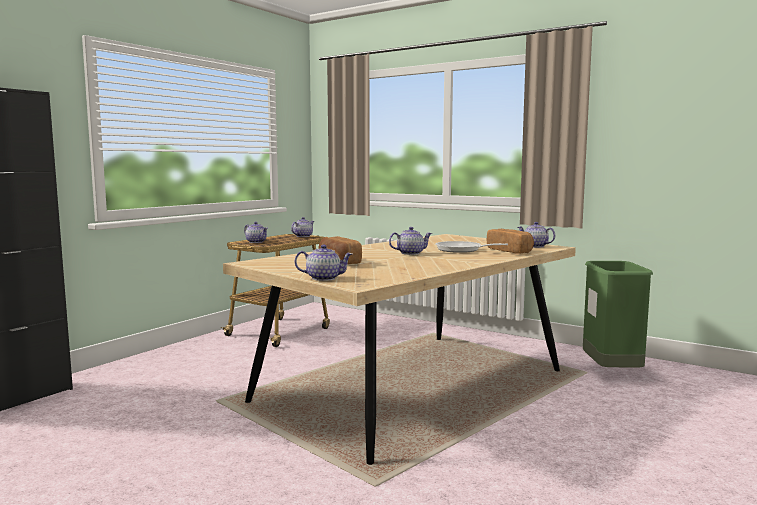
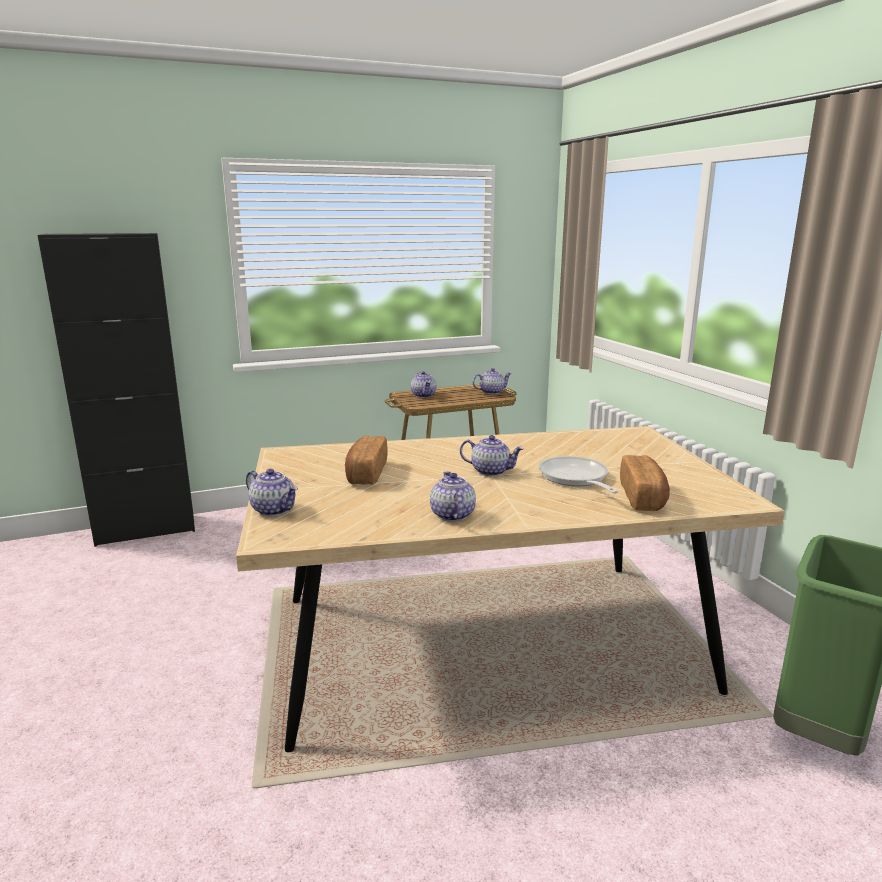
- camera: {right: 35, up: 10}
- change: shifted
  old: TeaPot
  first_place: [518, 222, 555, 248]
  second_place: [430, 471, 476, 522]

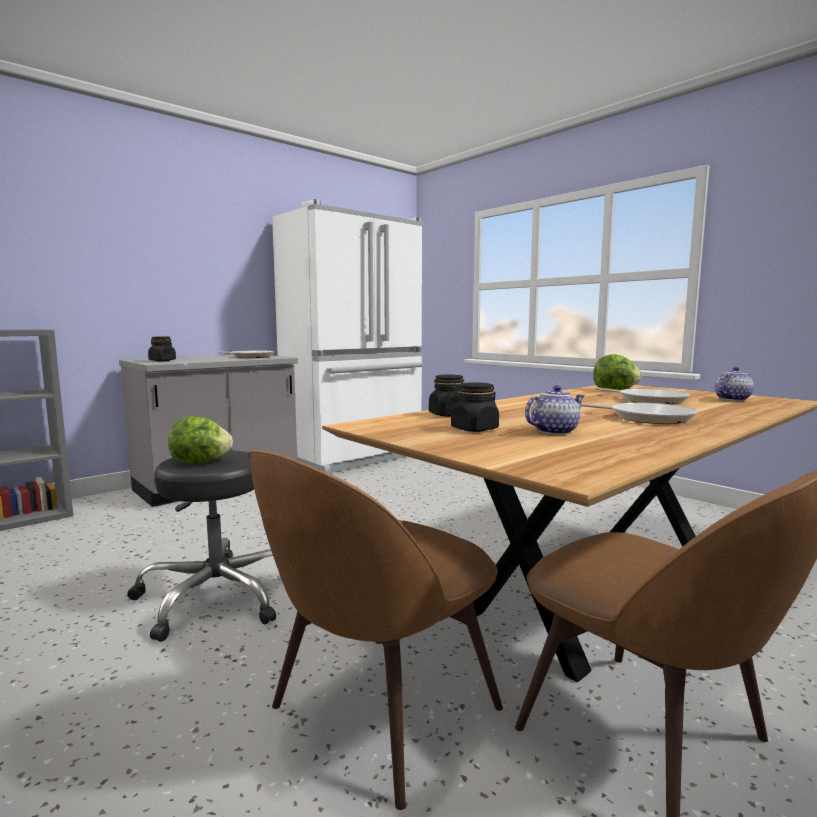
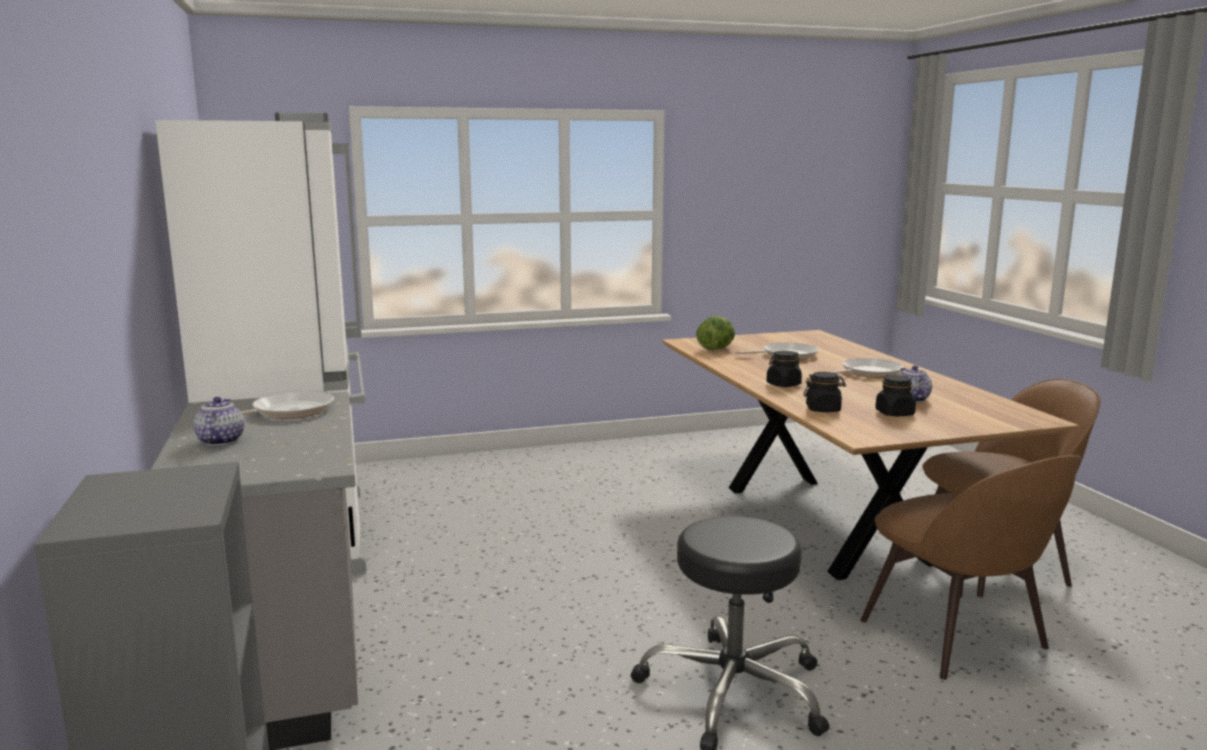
- camera: {right: -65, up: 5}
- change: shifted
  old: TeaPot
  first_place: [715, 367, 754, 401]
  second_place: [194, 397, 244, 446]
- change: shifted
  old: BlackishStorageJar
  first_place: [148, 336, 176, 361]
  second_place: [766, 351, 802, 387]
- change: gone
  old: Lettuce
  first_place: [168, 416, 233, 463]

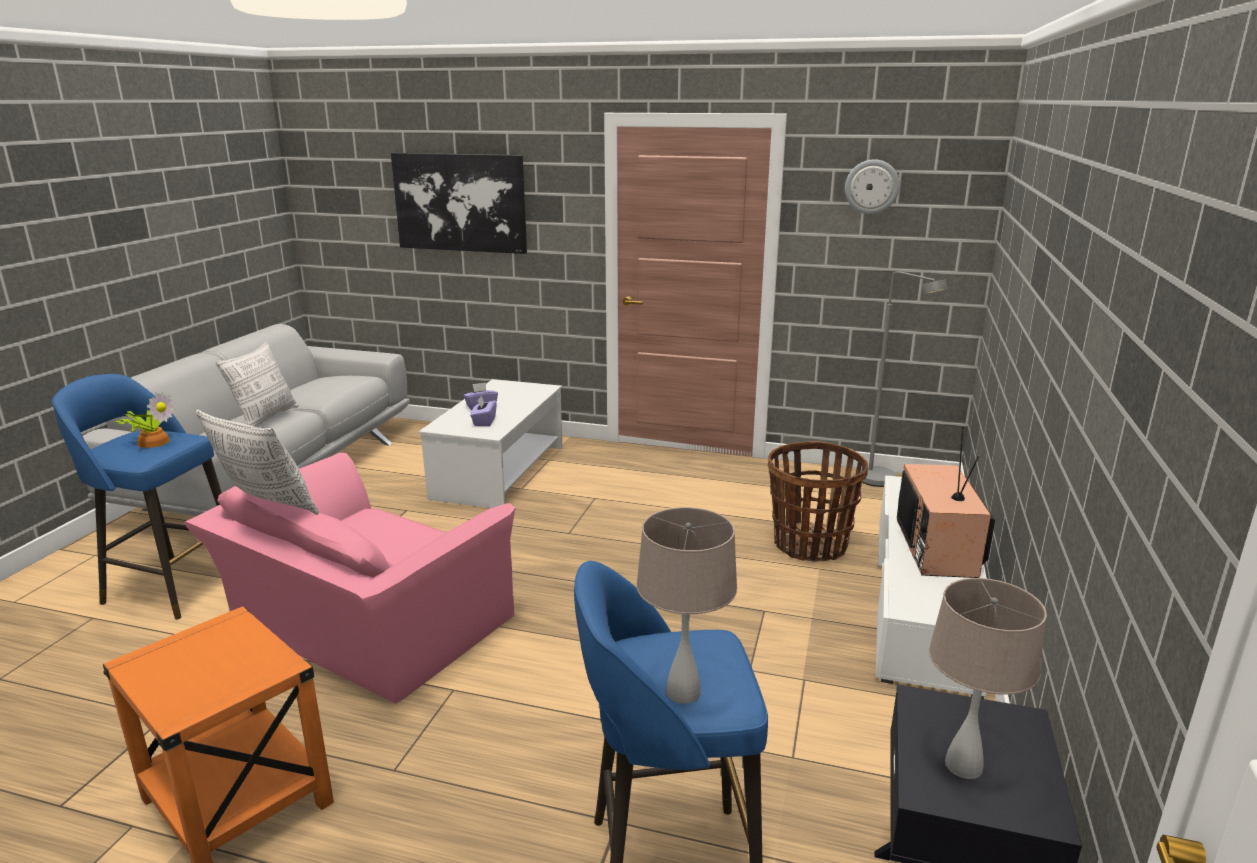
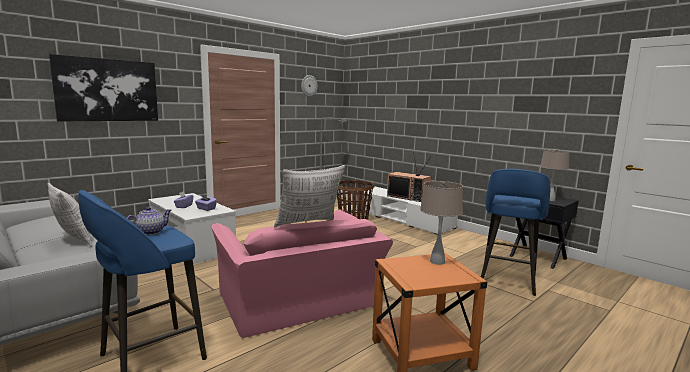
- camera: {right: -60, up: -10}
- change: swapped
  old: Houseplant
  new: TeaPot
  first_place: [114, 392, 175, 448]
  second_place: [127, 207, 171, 235]
- change: shifted
  old: SandColouredTabletopLamp
  first_place: [636, 507, 737, 704]
  second_place: [420, 181, 463, 265]

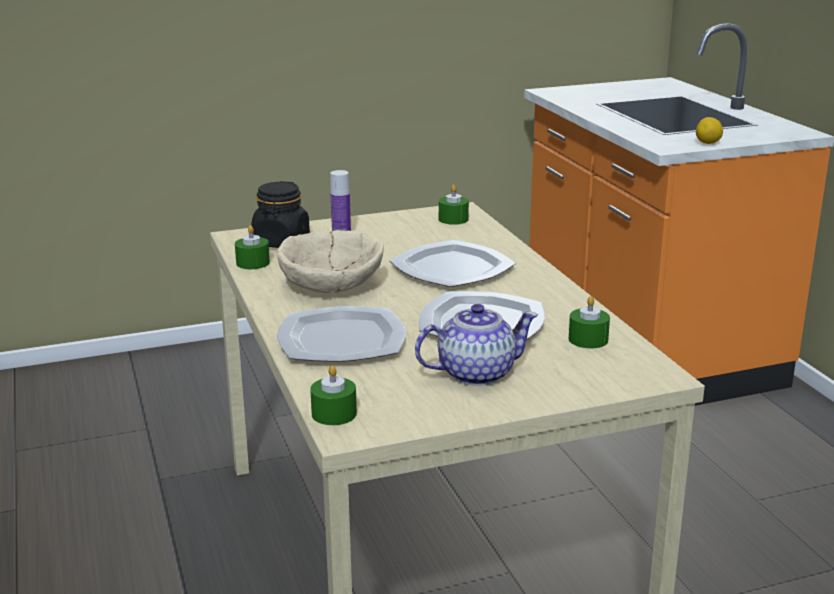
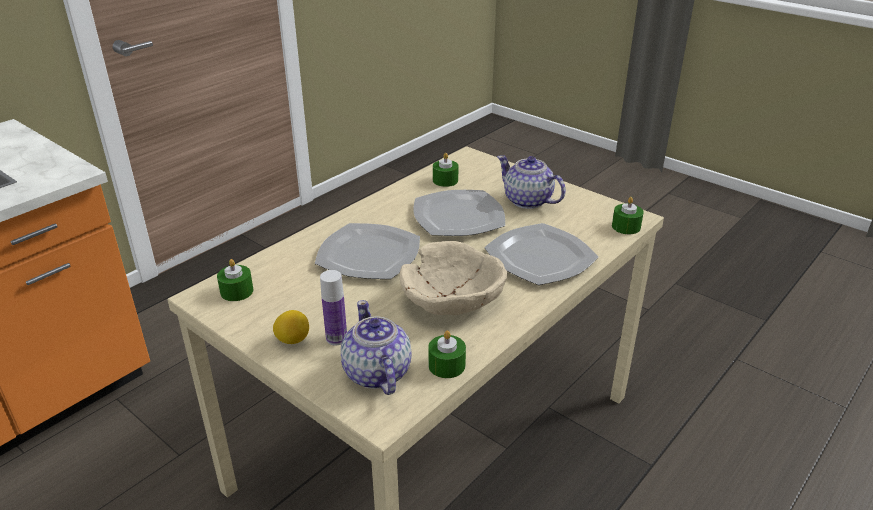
- camera: {right: -120, up: 10}
- change: shifted
  old: WholeLemon
  first_place: [696, 117, 723, 144]
  second_place: [273, 310, 309, 344]
- change: swapped
  old: BlackishStorageJar
  new: TeaPot
  first_place: [251, 181, 310, 248]
  second_place: [341, 300, 412, 395]

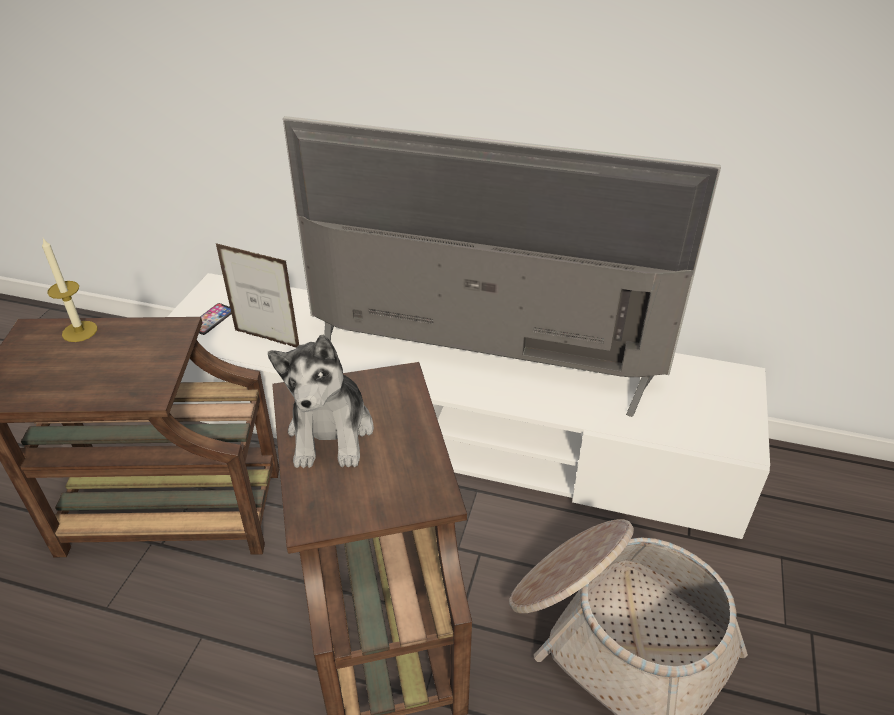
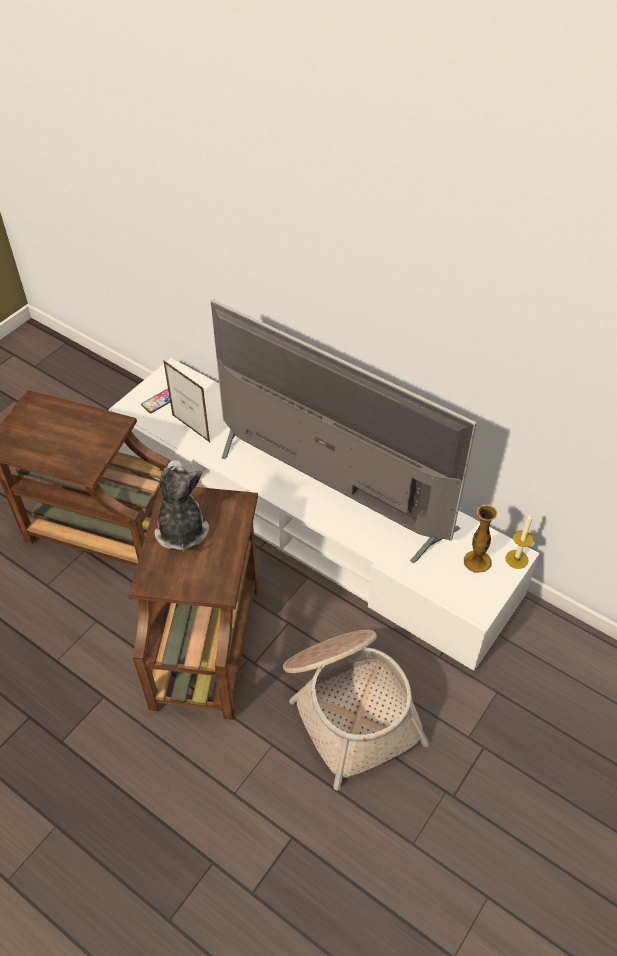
- camera: {right: 20, up: 10}
- change: rotated
  old: SoftToy
  first_place: [268, 334, 374, 468]
  second_place: [154, 460, 209, 551]
  degrees: 150
- change: new
  new: FlowerVase
  second_place: [464, 504, 497, 573]
- change: shifted
  old: WaxLight
  first_place: [42, 238, 98, 342]
  second_place: [505, 514, 534, 569]

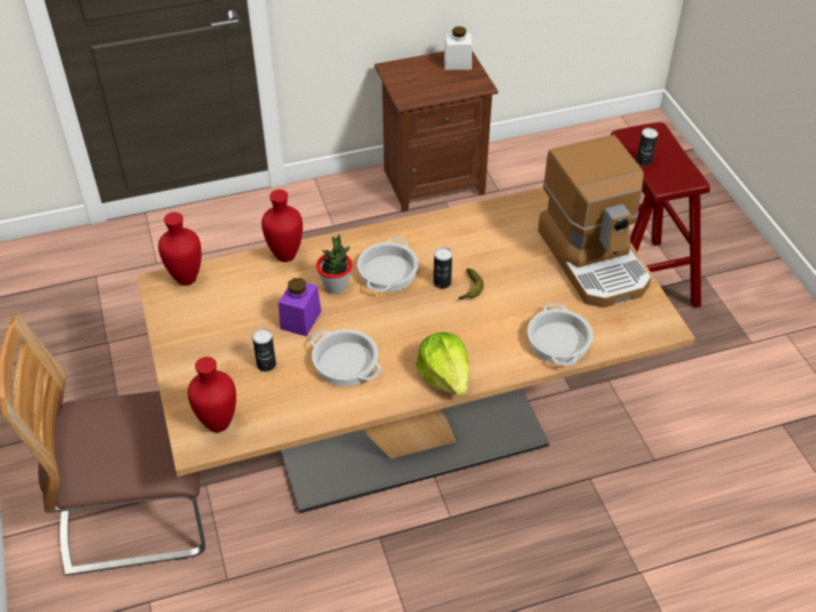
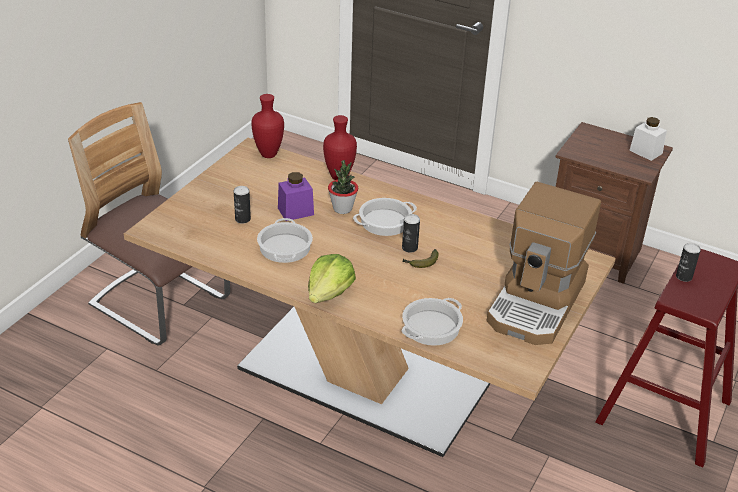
- camera: {right: 45, up: -10}
- change: gone
  old: RedFlowerVase
  first_place: [188, 357, 236, 432]

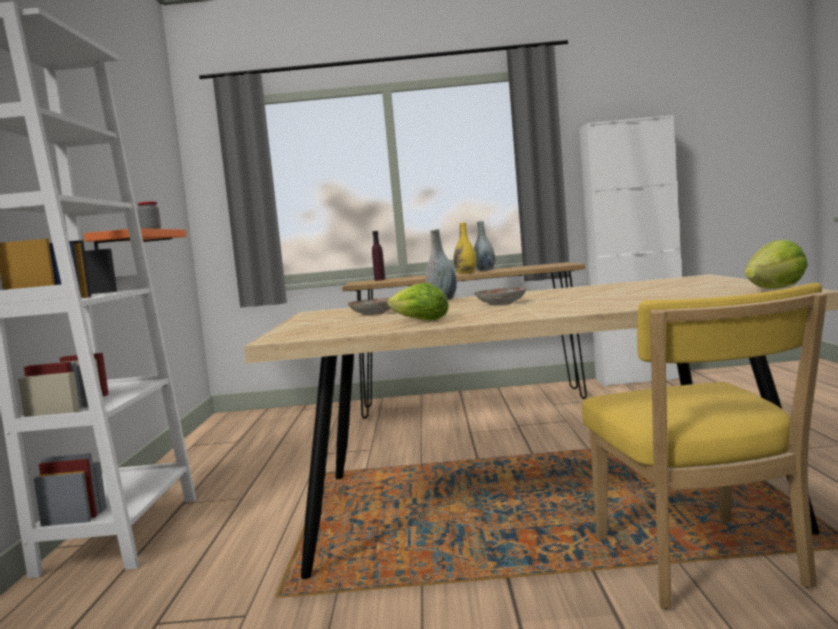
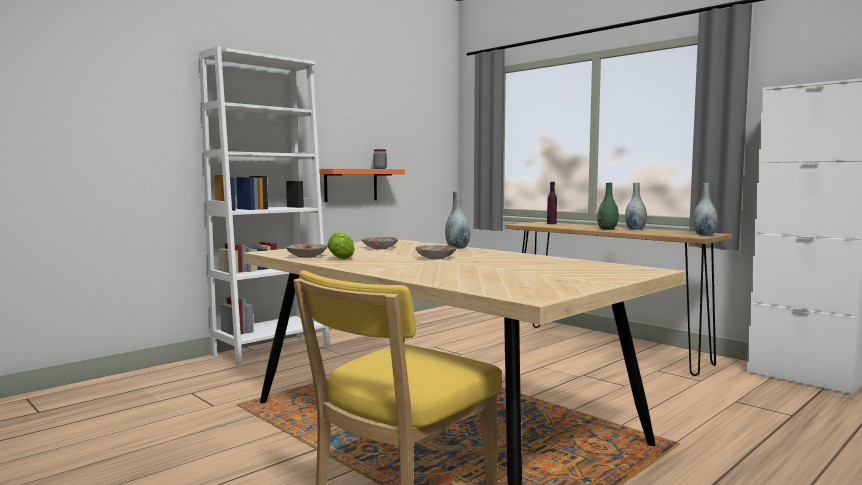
- camera: {right: 45, up: 0}
- change: new
  new: FlatDish
  second_place: [286, 244, 327, 258]
- change: repainted
  old: YellowFlowerVase
  new: GreenFlowerVase
  first_place: [454, 222, 476, 274]
  second_place: [597, 183, 619, 230]
- change: new
  new: GreyFlowerVase
  second_place: [693, 183, 718, 235]
- change: gone
  old: Lettuce
  first_place: [745, 240, 808, 289]

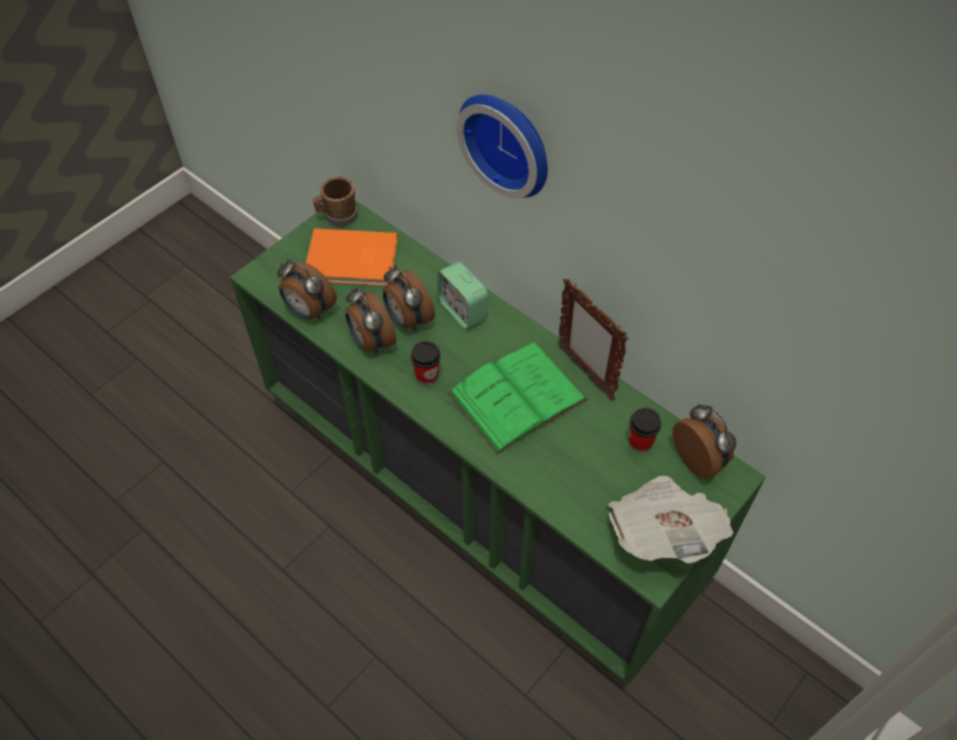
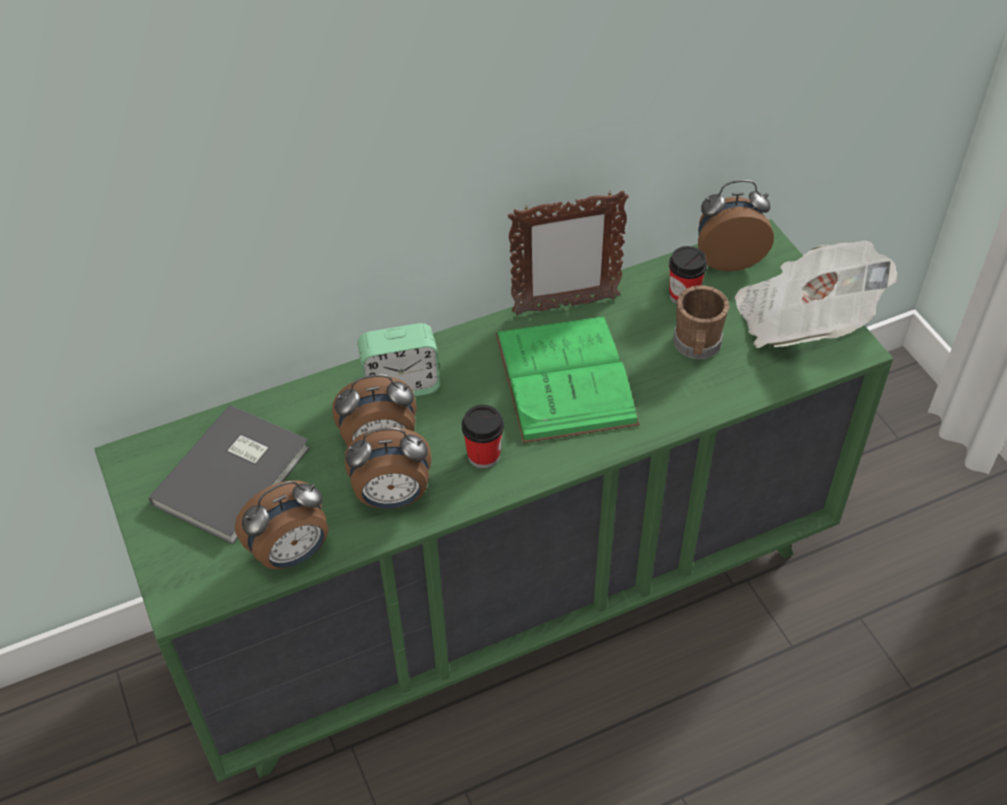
- camera: {right: -65, up: -5}
- change: repainted
  old: OrangeyBook
  new: GreyBook
  first_place: [306, 228, 398, 286]
  second_place: [149, 405, 310, 544]
- change: shifted
  old: BrownMug
  first_place: [312, 177, 358, 227]
  second_place: [673, 285, 729, 359]
- change: gone
  old: WallClock
  first_place: [456, 94, 548, 198]

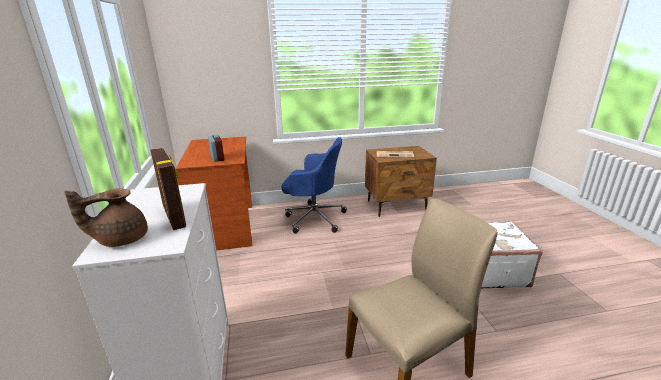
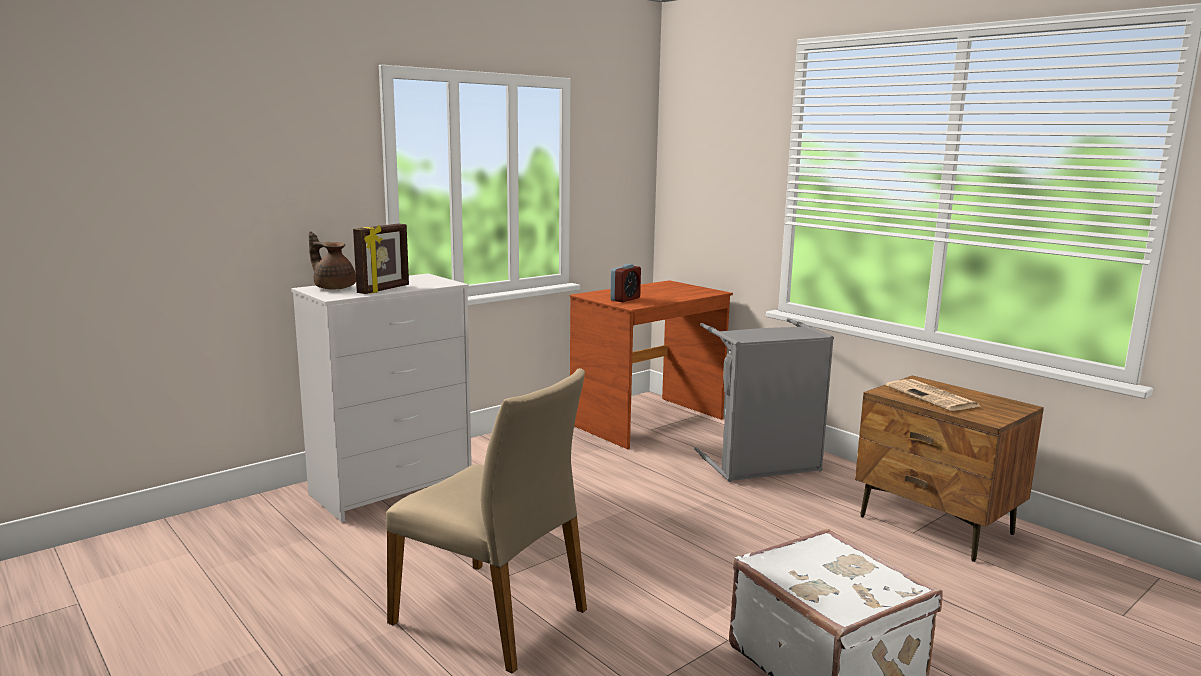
- camera: {right: 60, up: -10}
- change: swapped
  old: BlueDeskChair
  new: GreyWashingBasket
  first_place: [281, 137, 347, 234]
  second_place: [694, 318, 834, 482]

